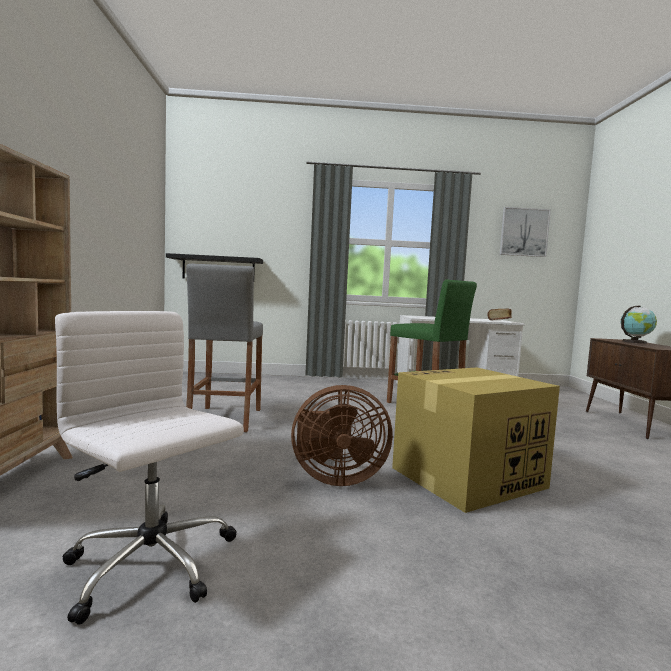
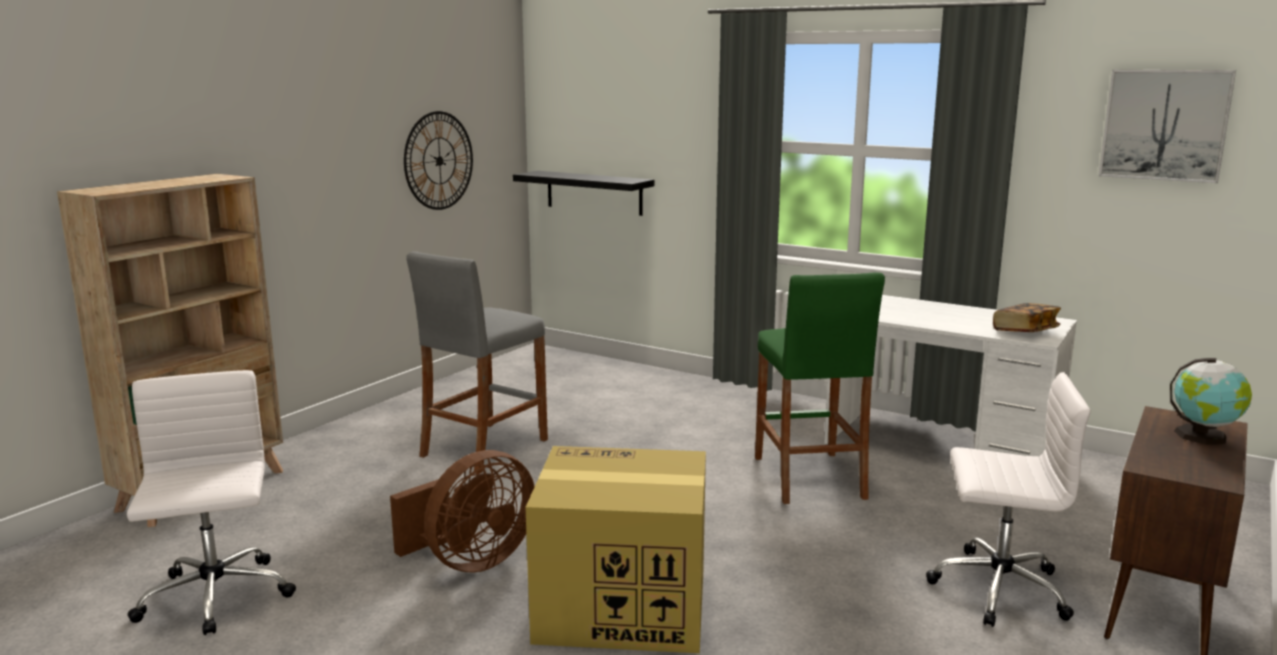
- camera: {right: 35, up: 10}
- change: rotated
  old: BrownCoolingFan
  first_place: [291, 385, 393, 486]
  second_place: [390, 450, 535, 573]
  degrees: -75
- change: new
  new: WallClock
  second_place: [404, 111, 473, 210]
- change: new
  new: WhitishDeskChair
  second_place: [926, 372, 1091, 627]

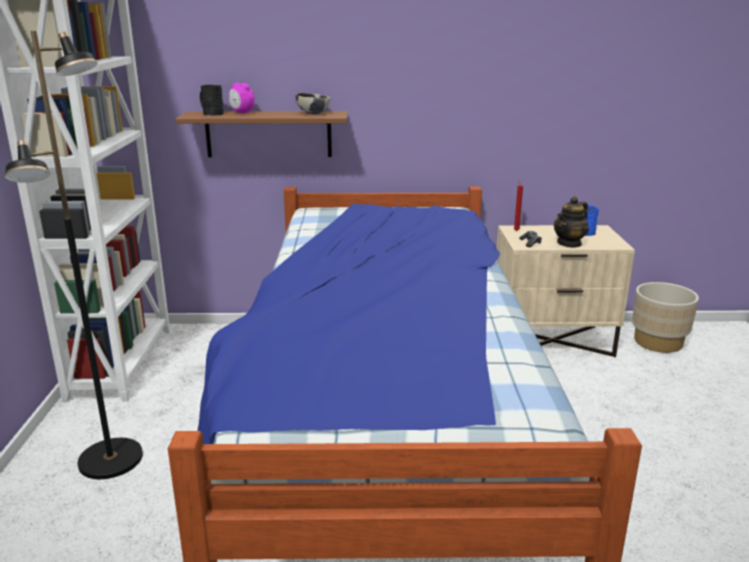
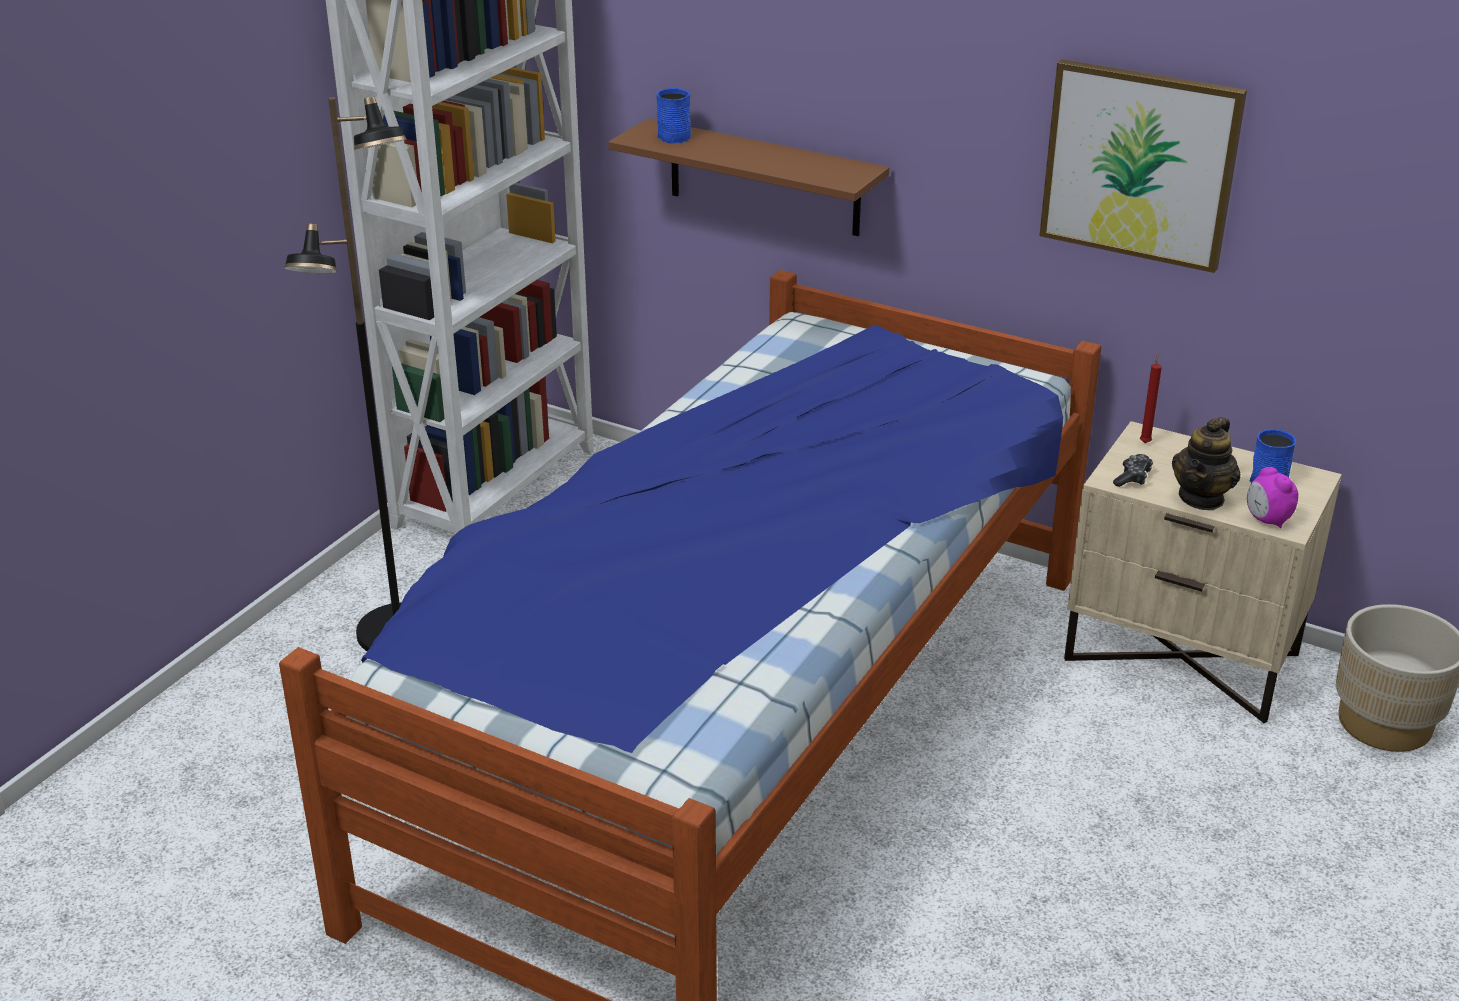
- camera: {right: 30, up: 10}
- change: repainted
  old: BlackishMug
  new: BlueMug
  first_place: [200, 85, 224, 116]
  second_place: [656, 88, 691, 143]
- change: new
  new: Picture
  second_place: [1039, 59, 1247, 273]
- change: rotated
  old: TeaPot
  first_place: [554, 196, 589, 248]
  second_place: [1172, 417, 1240, 510]
  degrees: -45
- change: shifted
  old: TableClock
  first_place: [229, 83, 255, 113]
  second_place: [1247, 467, 1298, 528]
- change: gone
  old: ServingBowl
  first_place: [296, 93, 331, 114]

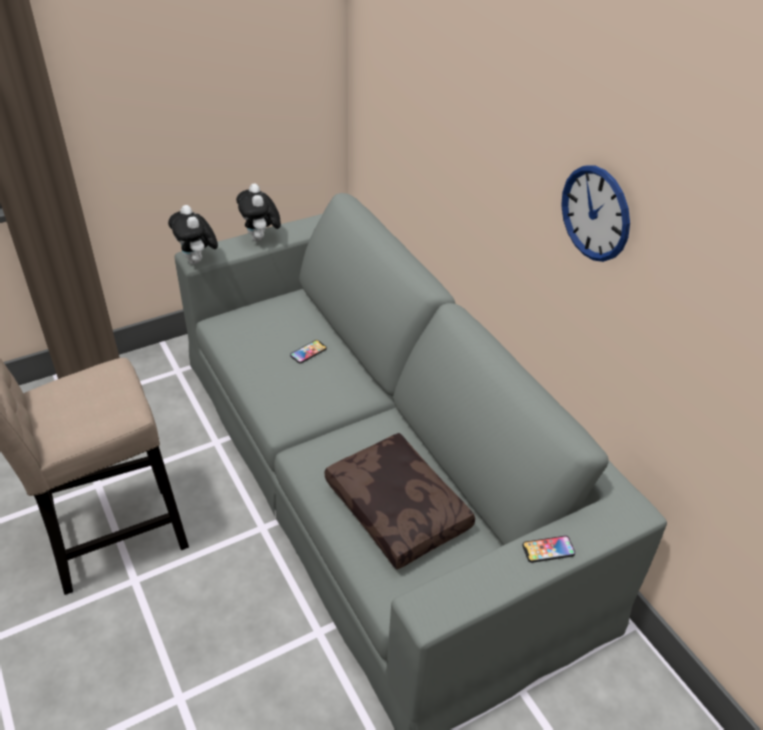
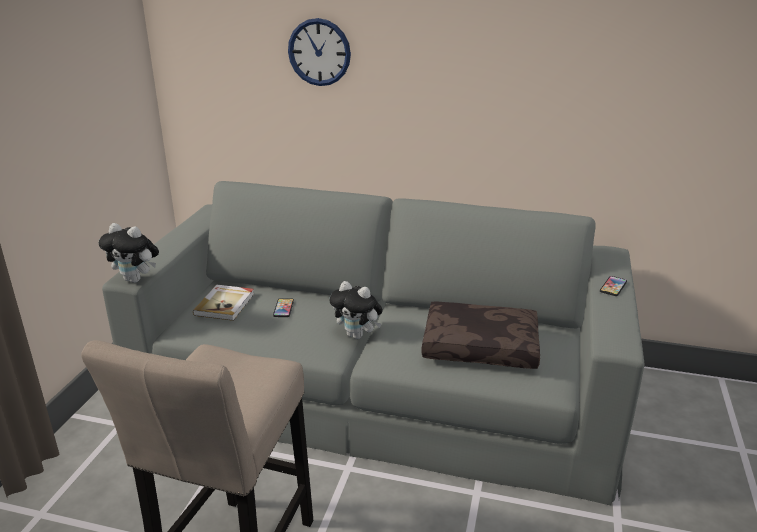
- camera: {right: -45, up: -15}
- change: new
  new: Book
  second_place: [193, 285, 254, 321]
- change: shifted
  old: WallClock
  first_place: [561, 165, 630, 262]
  second_place: [288, 18, 351, 86]
- change: shifted
  old: SoftToy
  first_place: [236, 184, 281, 242]
  second_place: [329, 281, 383, 339]

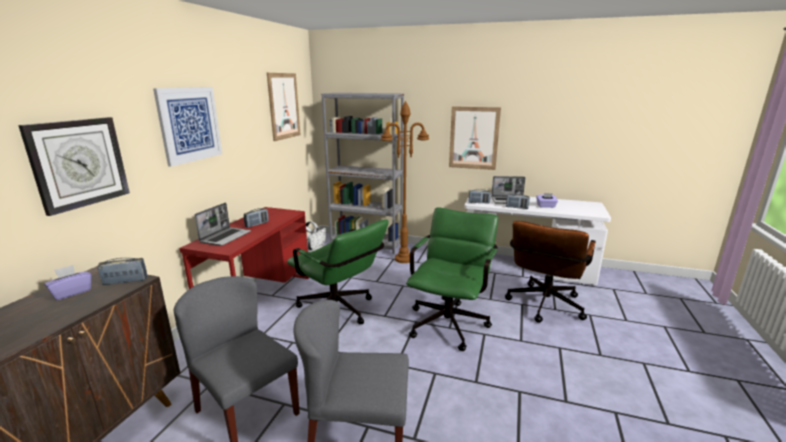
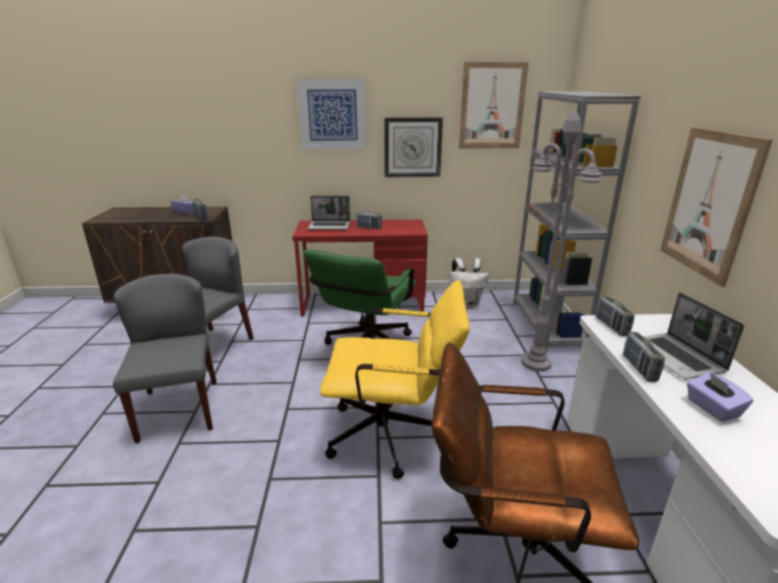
- camera: {right: 70, up: 5}
- change: repainted
  old: GreenDeskChair
  new: YellowDeskChair
  first_place: [406, 208, 498, 351]
  second_place: [320, 280, 470, 479]
- change: shifted
  old: WallClock
  first_place: [18, 117, 130, 216]
  second_place: [384, 117, 443, 177]
- change: repainted
  old: BrownFloorLamp
  new: GreyFloorLamp
  first_place: [381, 101, 429, 263]
  second_place: [521, 108, 602, 372]

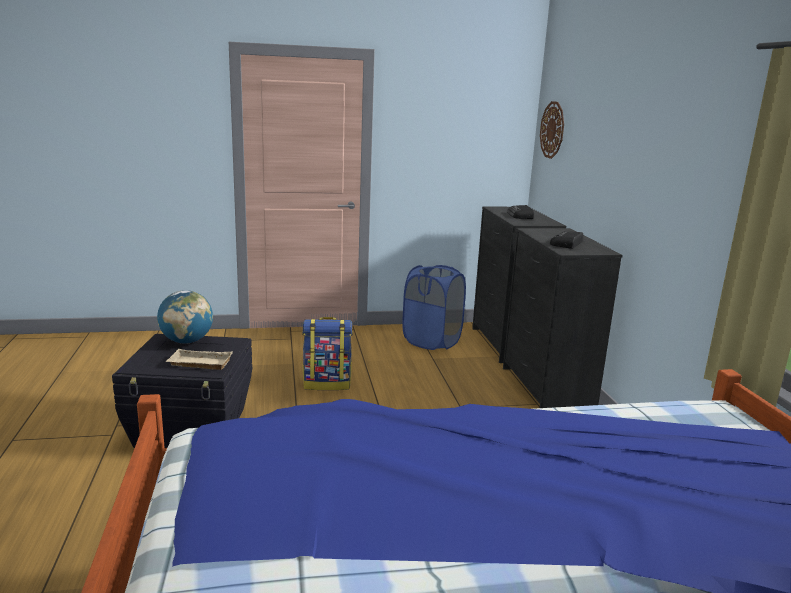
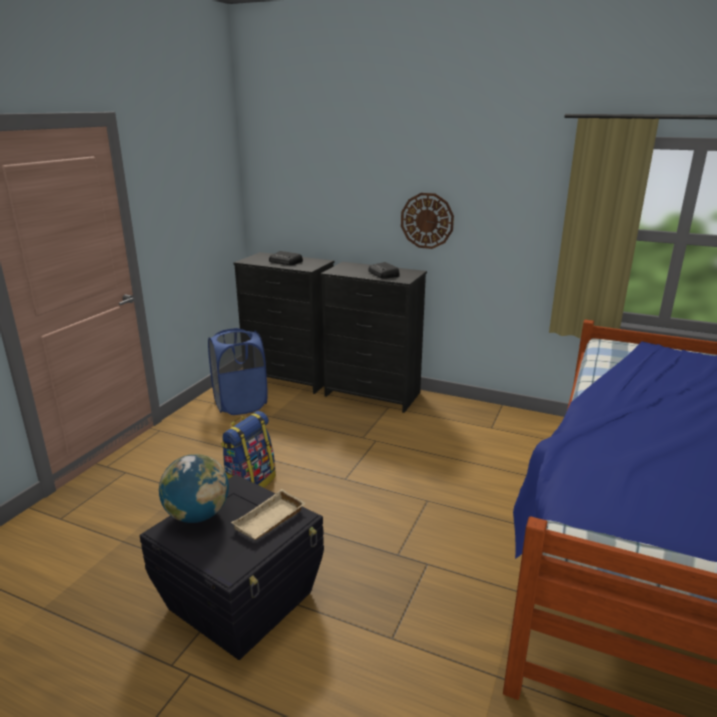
- camera: {right: -55, up: 5}
- change: shifted
  old: WallClock
  first_place: [540, 101, 564, 159]
  second_place: [401, 193, 454, 249]

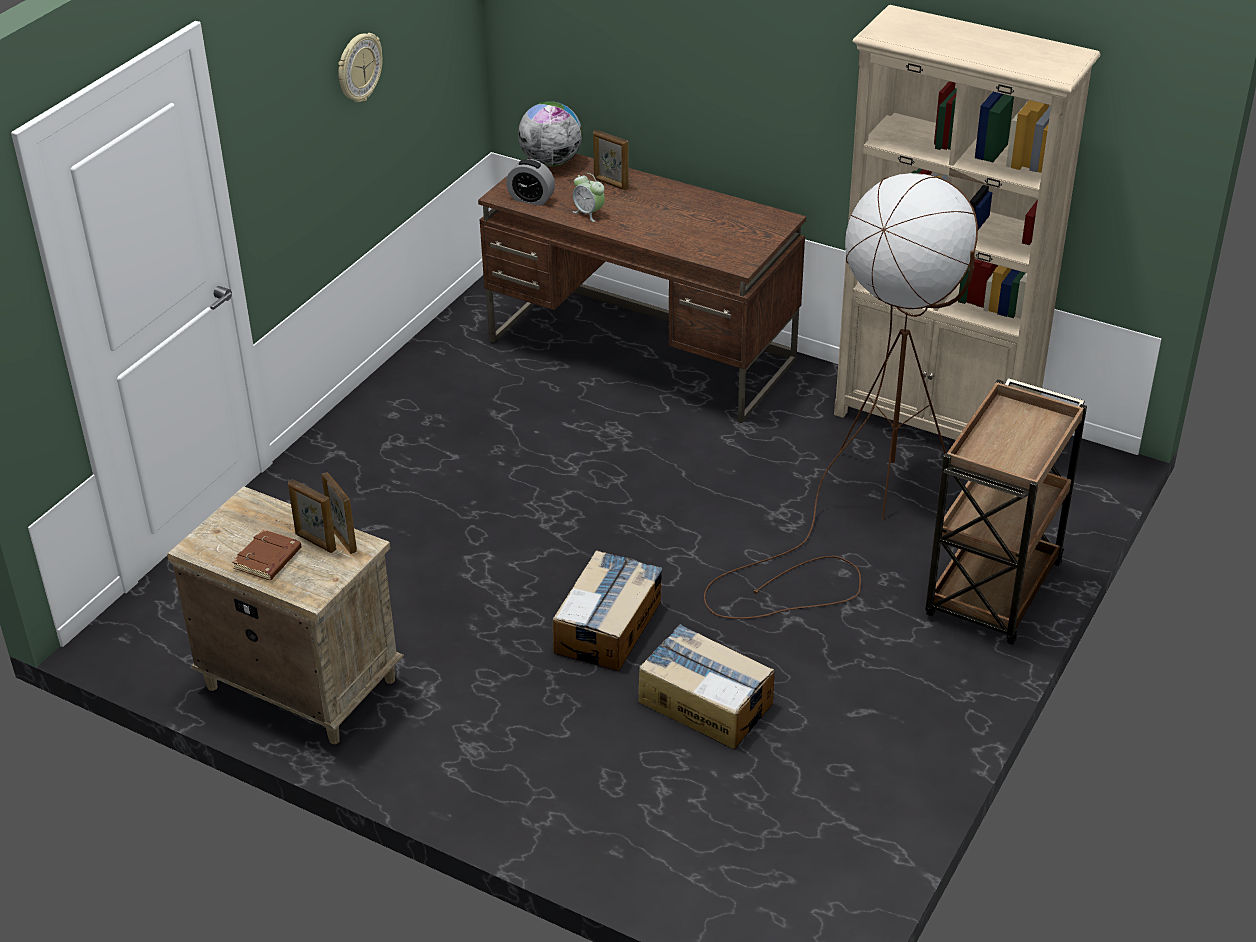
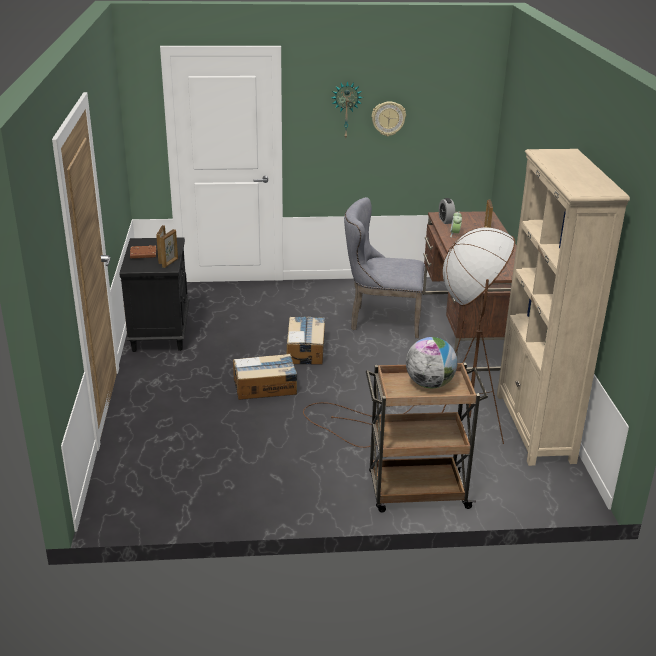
- camera: {right: 55, up: -10}
- change: repainted
  old: SandColouredNightstand
  new: BlackishNightstand
  first_place: [167, 486, 404, 744]
  second_place: [119, 237, 189, 352]
- change: shifted
  old: PackingBox
  first_place: [638, 624, 774, 749]
  second_place: [287, 316, 325, 365]
- change: new
  new: WallClock
  second_place: [331, 81, 363, 138]
- change: new
  new: GreyUprightChair
  second_place: [344, 197, 425, 338]
- change: shifted
  old: WorldGlobe
  first_place: [518, 101, 582, 167]
  second_place: [406, 337, 458, 388]

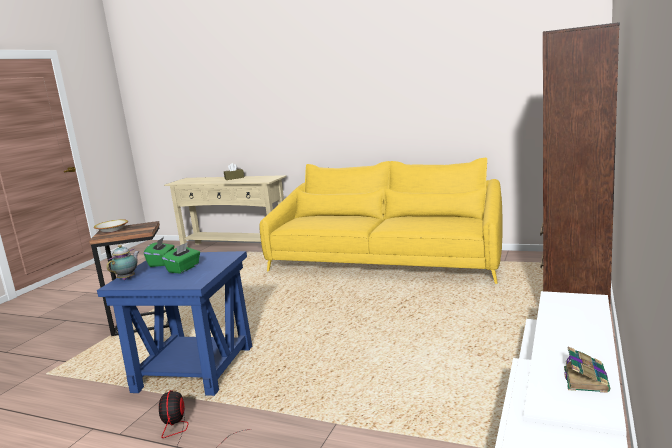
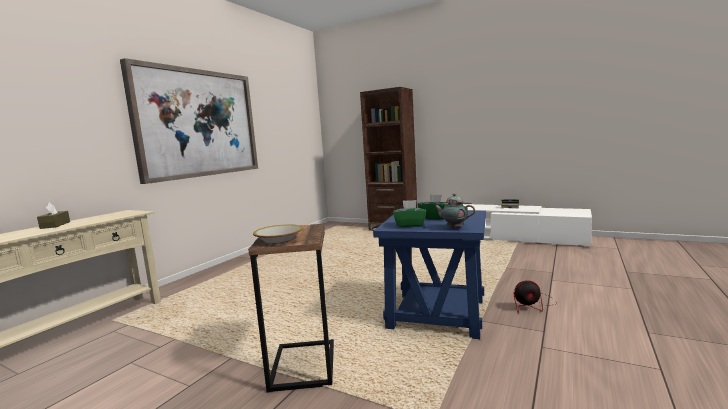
- camera: {right: -85, up: -5}
- change: new
  new: Picture
  second_place: [120, 58, 258, 184]
- change: gone
  old: YellowSettee
  first_place: [260, 158, 502, 284]

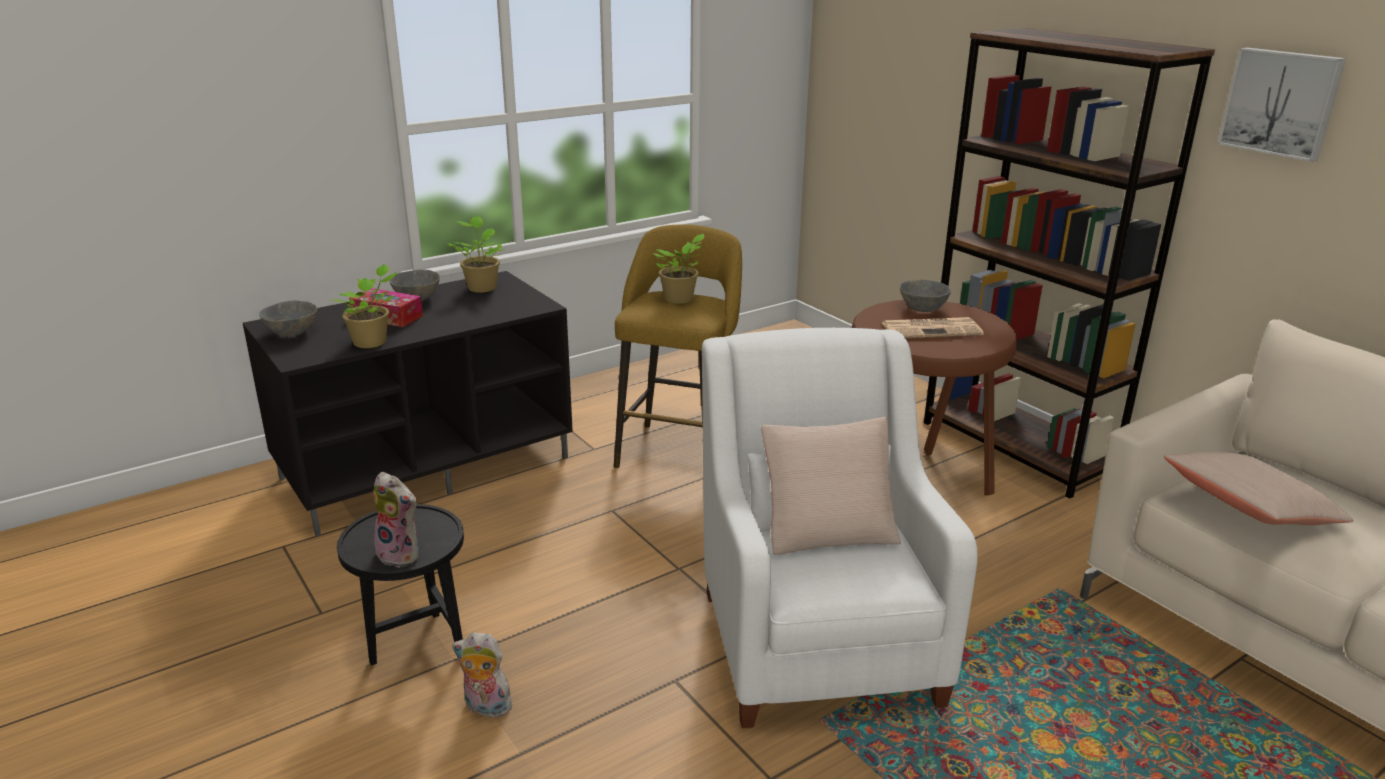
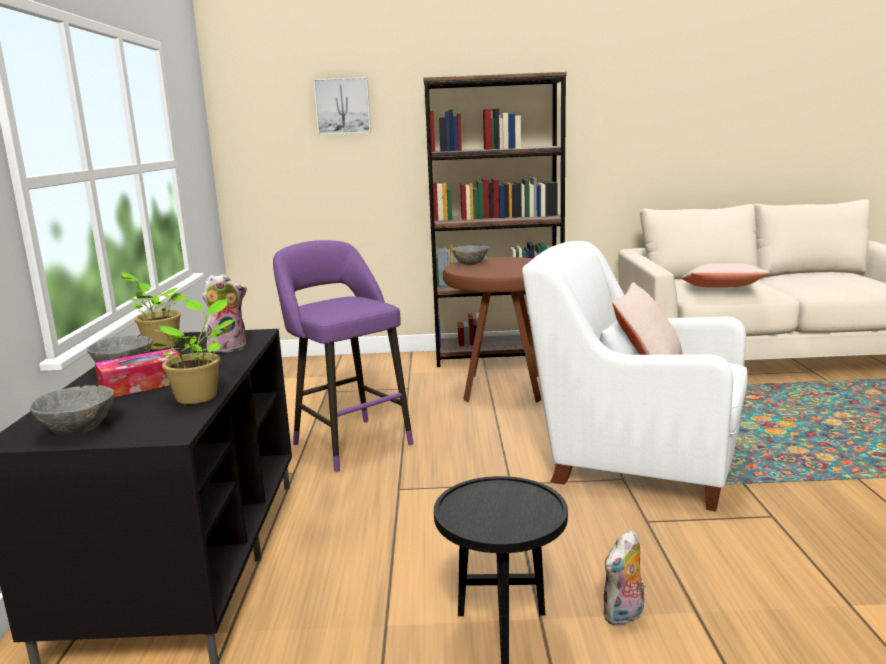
- camera: {right: -55, up: -10}
- change: shifted
  old: SoftToy
  first_place: [373, 472, 419, 568]
  second_place: [202, 274, 247, 353]
- change: repainted
  old: YellowSittingStool
  new: PurplishSittingStool
  first_place: [614, 224, 742, 468]
  second_place: [273, 240, 413, 472]
- change: shifted
  old: Picture
  first_place: [1218, 47, 1346, 162]
  second_place: [313, 77, 371, 135]
- change: gone
  old: Houseplant
  first_place: [652, 233, 705, 304]
- change: gone
  old: DailyPaper
  first_place: [882, 317, 984, 338]

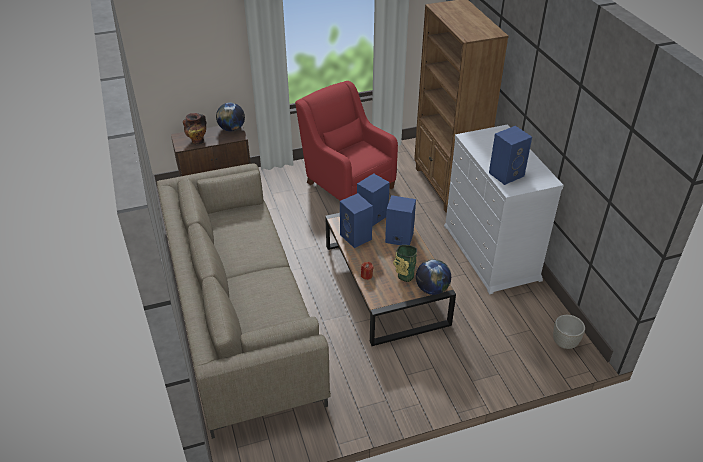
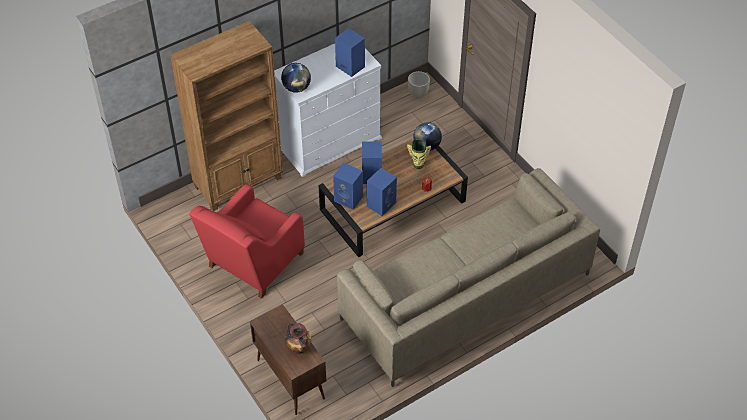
- camera: {right: -105, up: 10}
- change: shifted
  old: WorldGlobe
  first_place: [216, 103, 245, 132]
  second_place: [281, 63, 311, 93]

